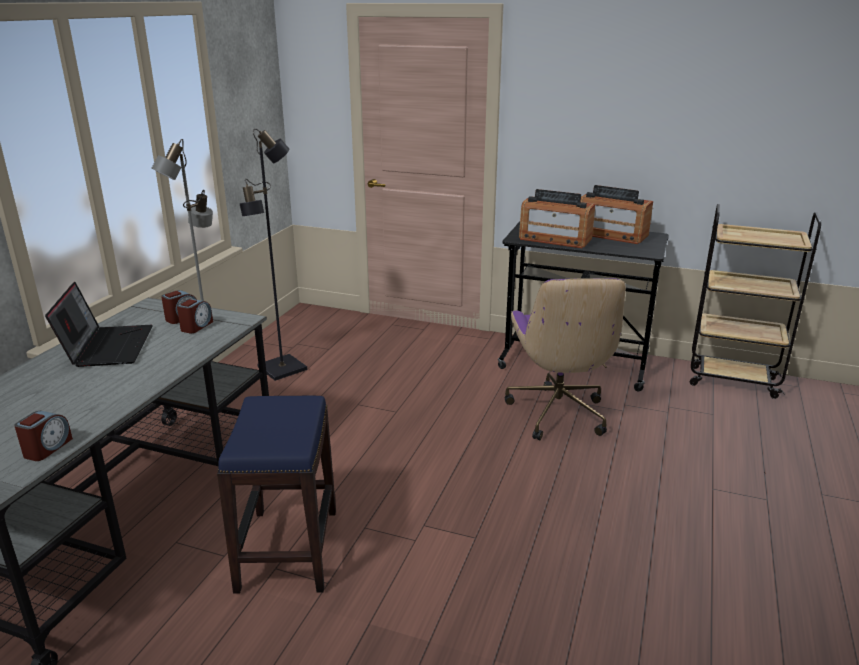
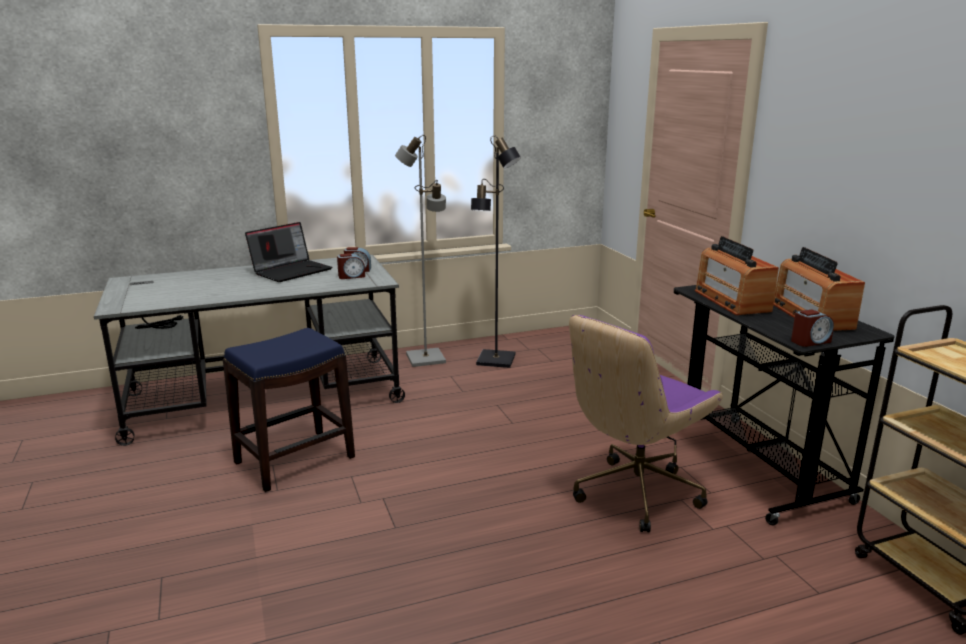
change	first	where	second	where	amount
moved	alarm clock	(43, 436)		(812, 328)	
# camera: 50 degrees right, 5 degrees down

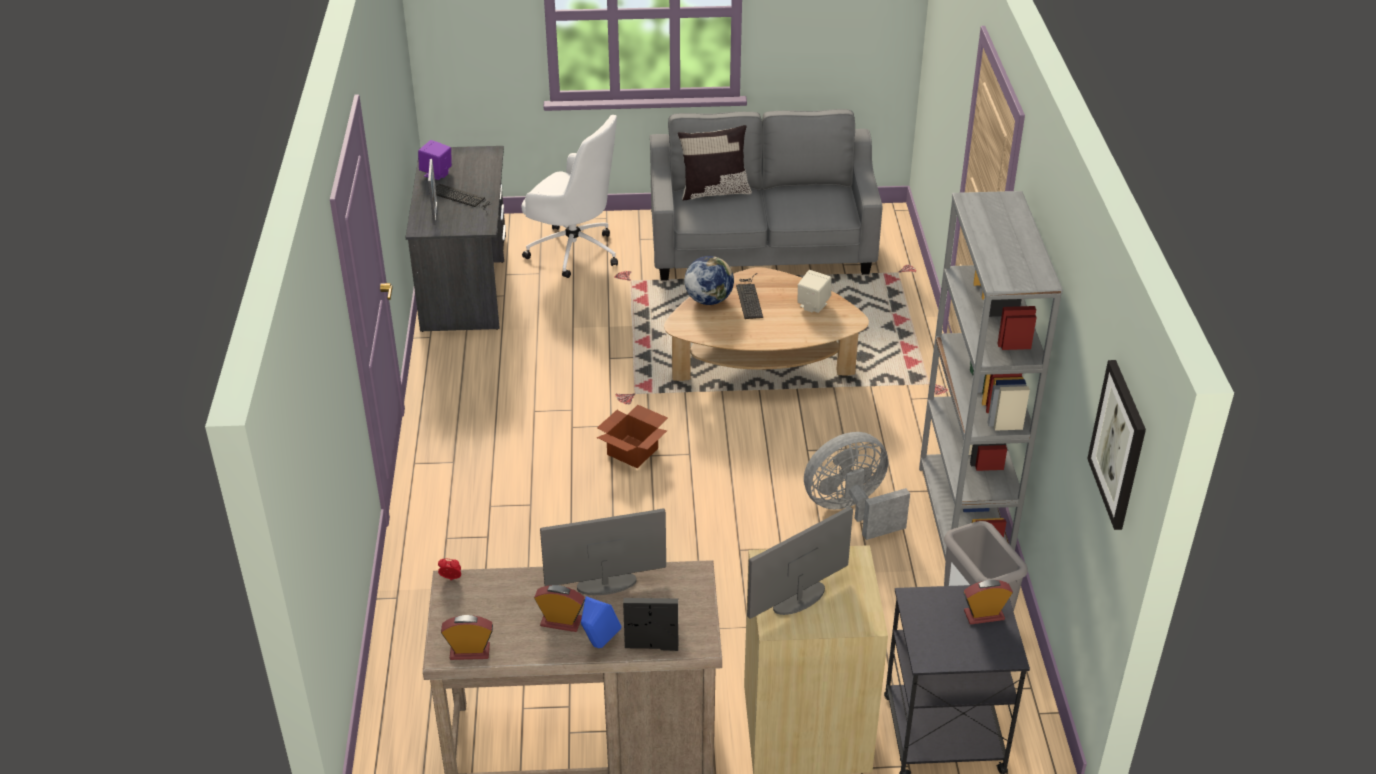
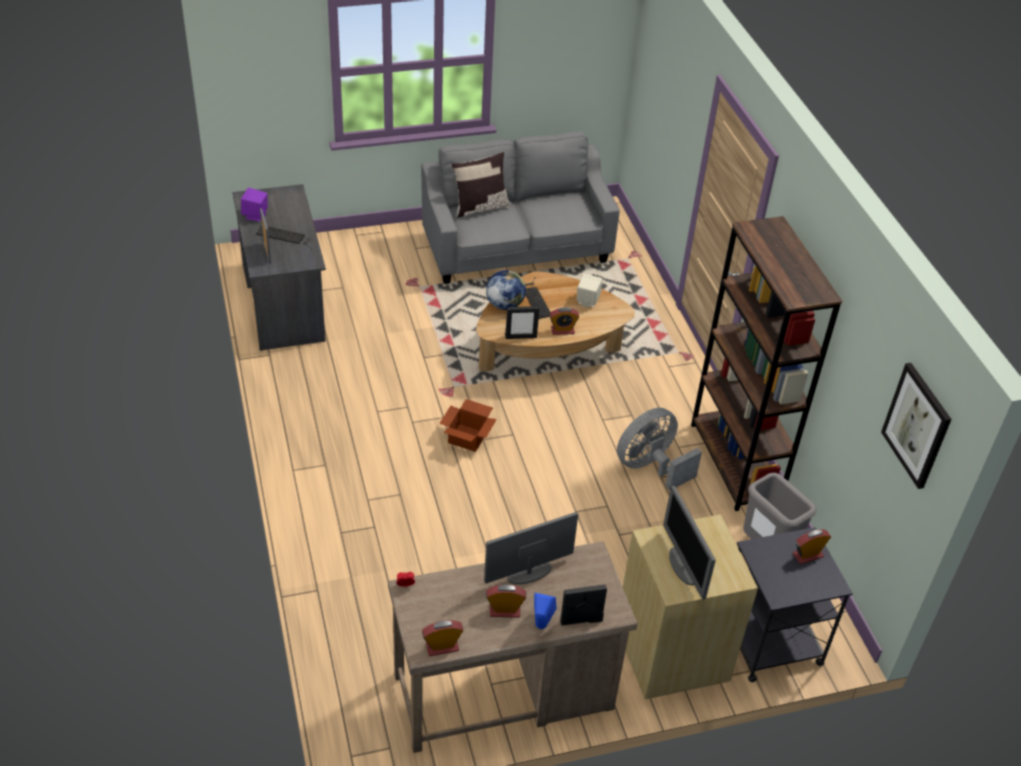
change	first	where	second	where	amount
removed	office chair/white	(570, 196)			
added			picture frame	(522, 322)	
added			alarm clock	(564, 321)	
recoloured	bookcase/grey	(991, 376)	bookcase/brown	(766, 363)	
turned	monitor	(800, 562)		(689, 542)	60 degrees counterclockwise
# camera: 15 degrees left, 5 degrees up

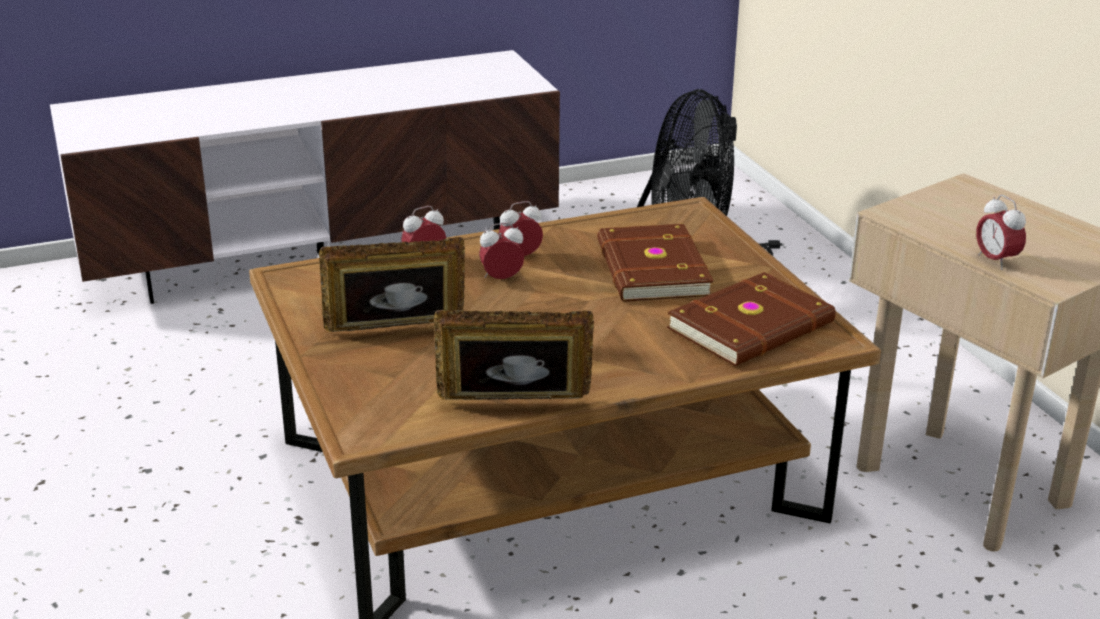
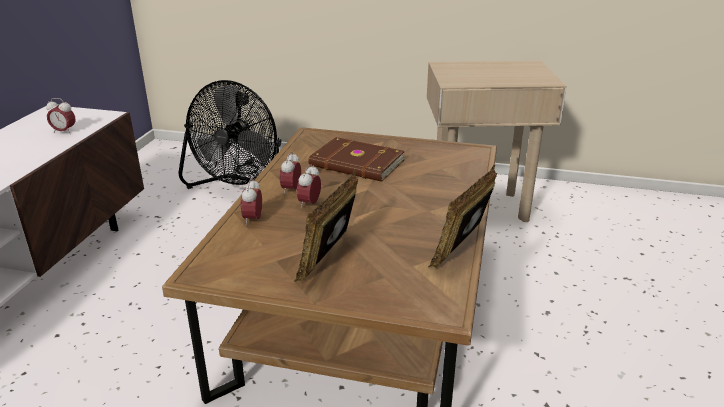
change	first	where	second	where	amount
removed	book/brown	(751, 319)			
moved	alarm clock	(1001, 232)		(60, 116)	
# camera: 55 degrees left, 0 degrees up

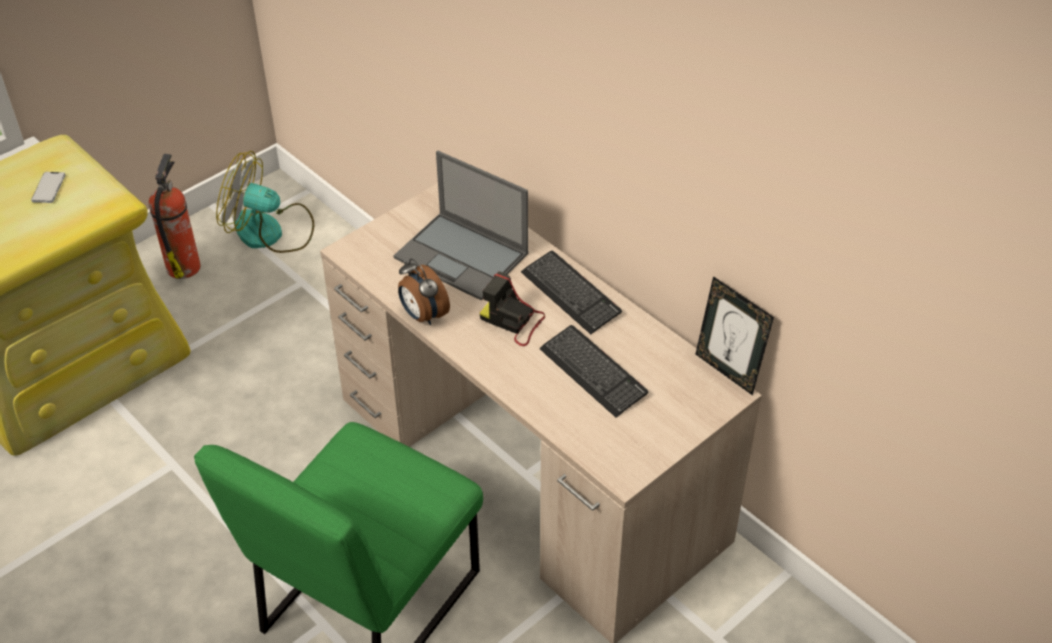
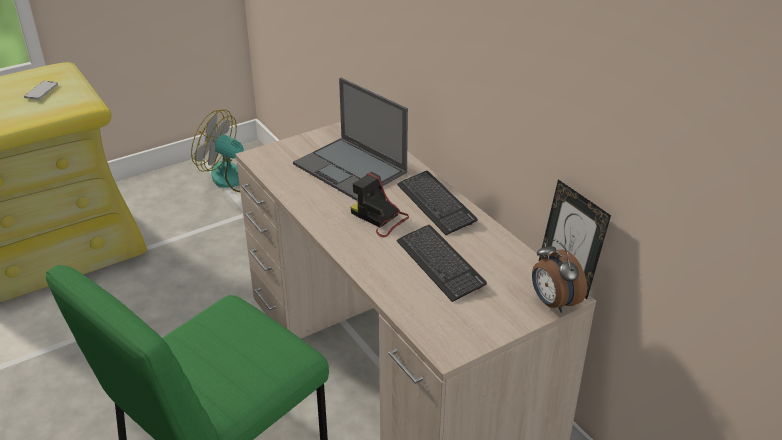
change	first	where	second	where	amount
removed	fire extinguisher	(175, 216)			
moved	alarm clock	(424, 292)		(559, 276)	
# camera: 10 degrees right, 10 degrees down

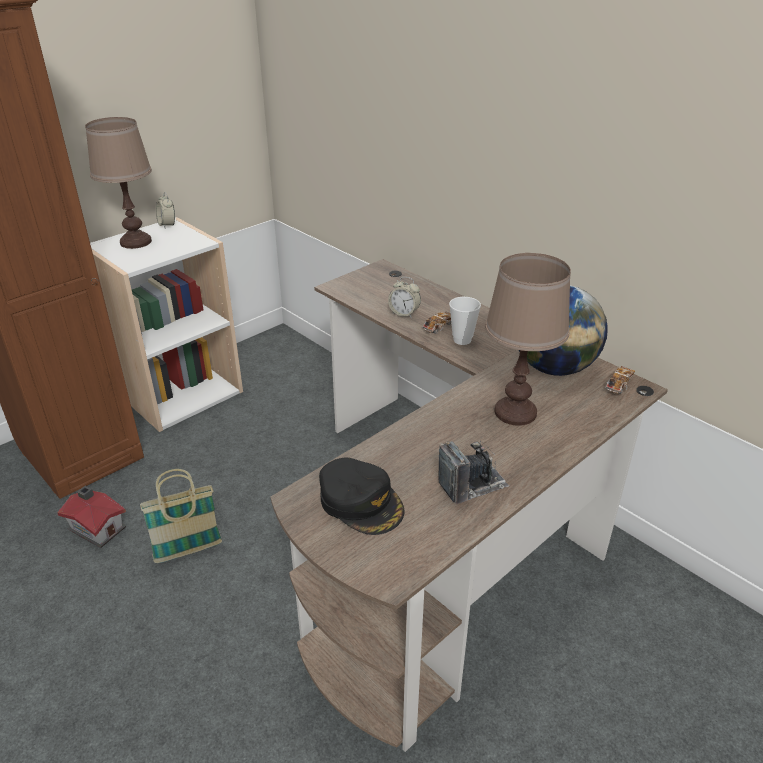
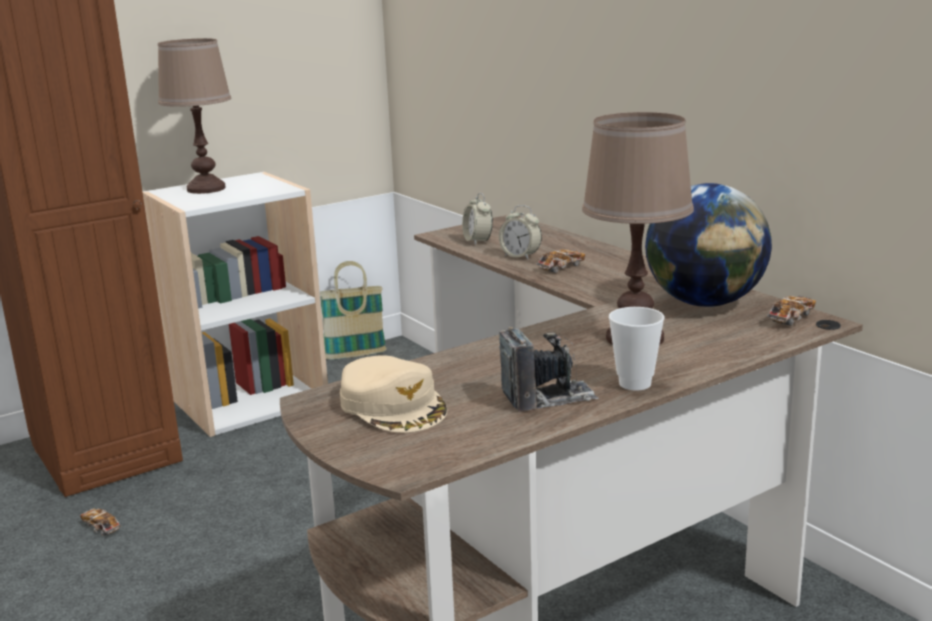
change	first	where	second	where	amount
moved	basket	(181, 516)		(353, 310)	
moved	alarm clock	(165, 210)		(477, 219)	
moved	cup	(465, 321)		(636, 349)	
replaced	toy house	(91, 517)	toy car	(101, 522)	
recoloured	cap/black	(362, 496)	cap/beige	(393, 394)	
# camera: 10 degrees right, 15 degrees down

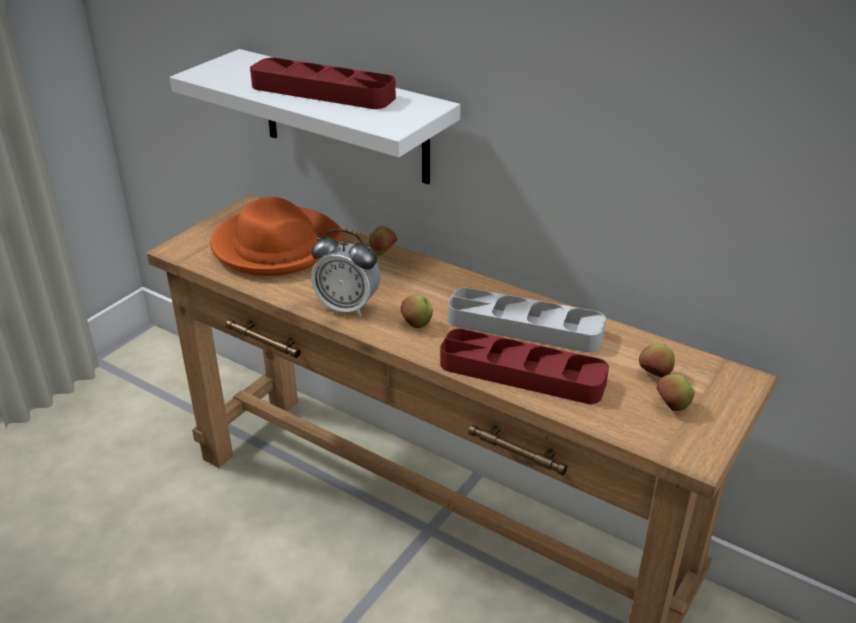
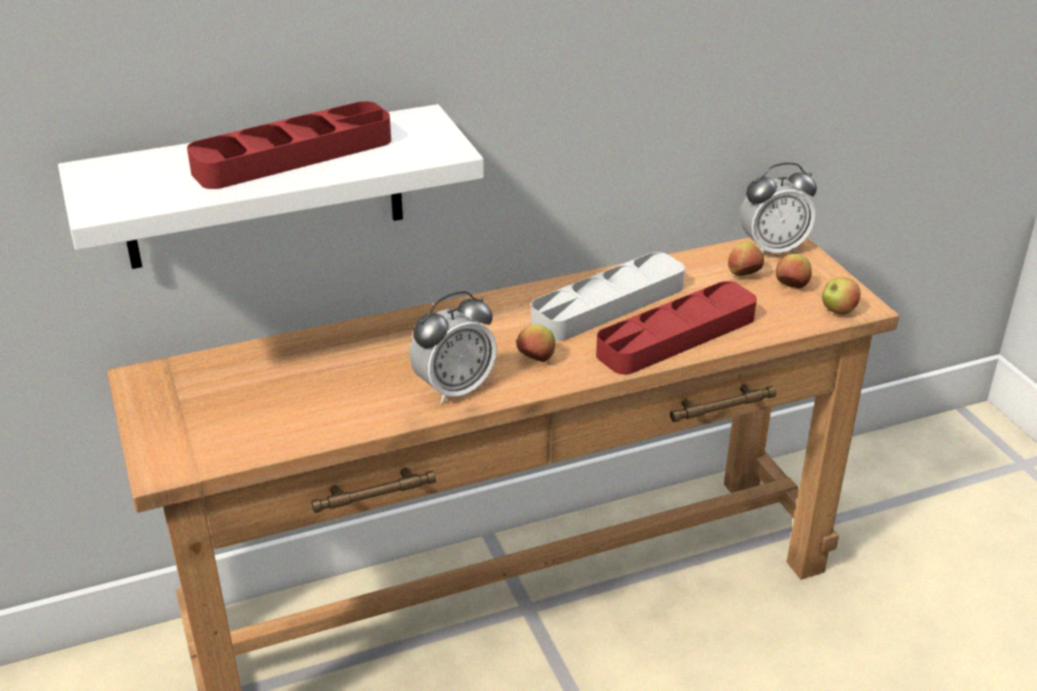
change	first	where	second	where	amount
removed	hat/orange	(277, 236)			
added			alarm clock	(778, 208)	
moved	apple	(383, 241)		(841, 296)	
# camera: 55 degrees left, 0 degrees up

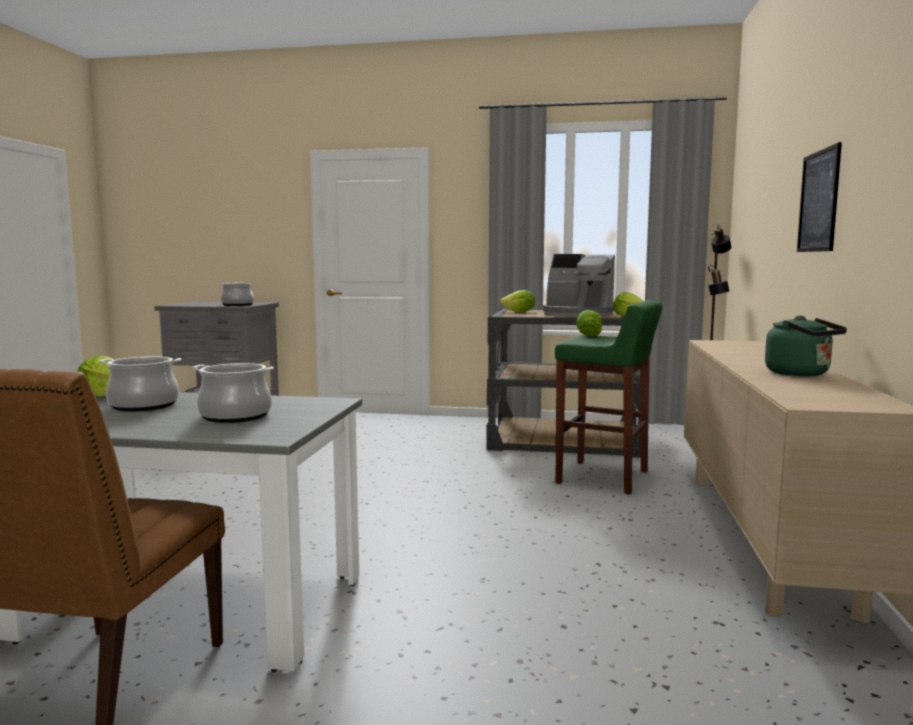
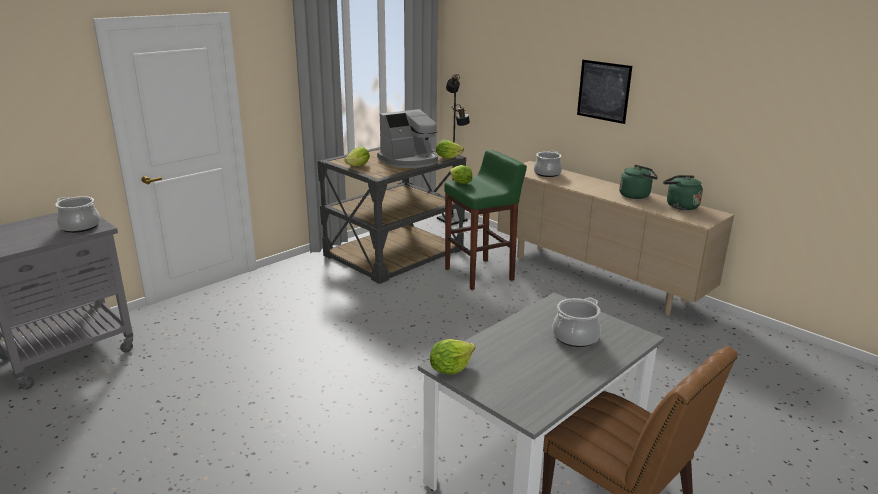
change	first	where	second	where	amount
added			kettle/green	(683, 192)	
moved	cooking pot	(140, 383)		(548, 164)	
# camera: 55 degrees left, 15 degrees up

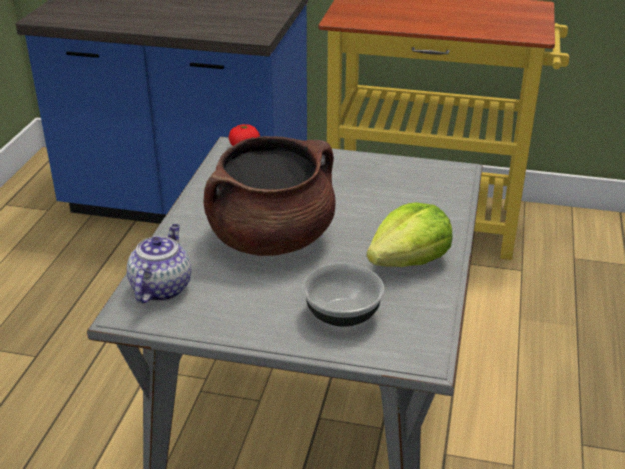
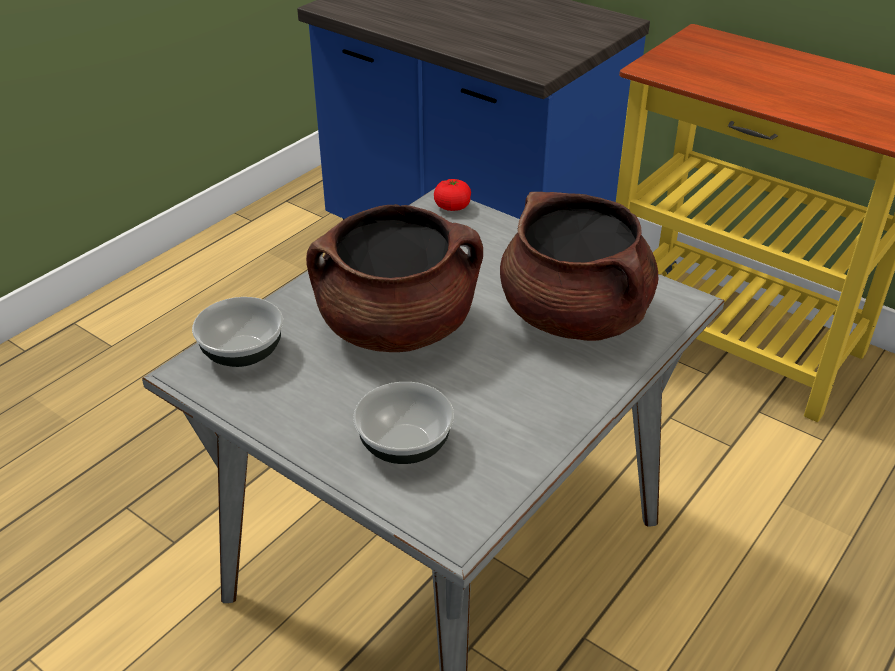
change	first	where	second	where	amount
removed	lettuce	(410, 234)			
added			cooking pot/brown	(579, 266)	
replaced	teapot	(159, 263)	bowl	(237, 332)	
# camera: 25 degrees right, 5 degrees up

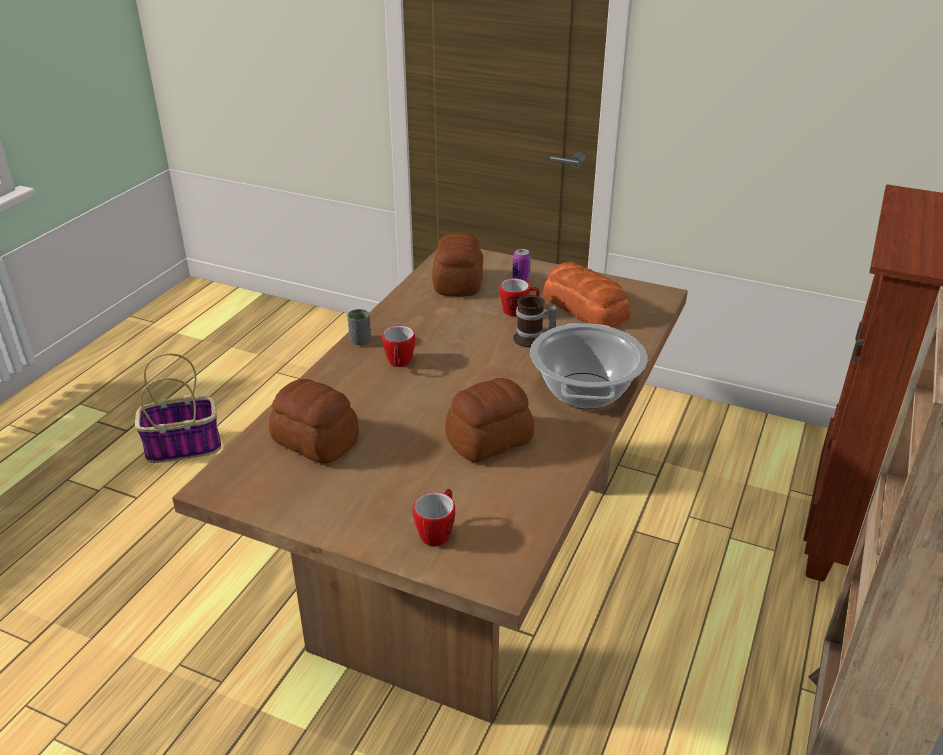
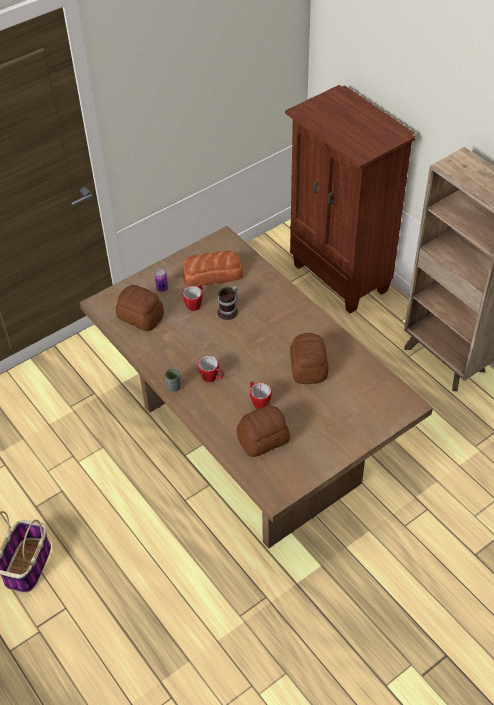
change	first	where	second	where	amount
removed	cooking pot	(589, 366)			
moved	mug	(434, 517)		(261, 395)	
# camera: 60 degrees left, 15 degrees up

